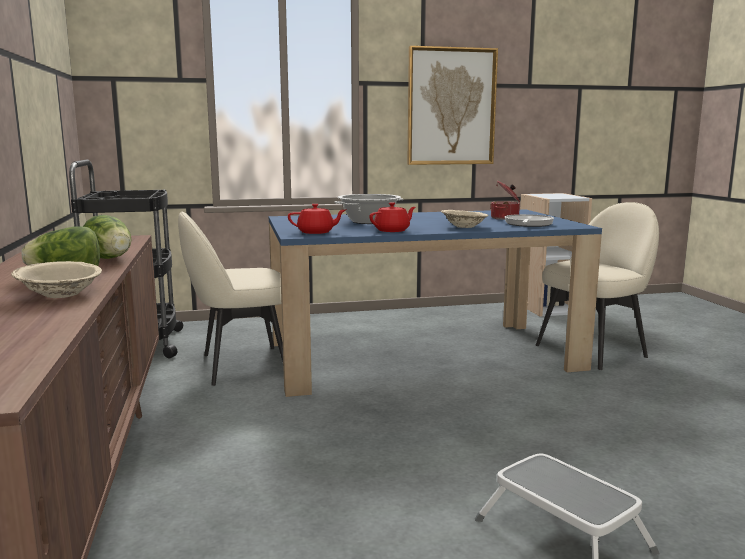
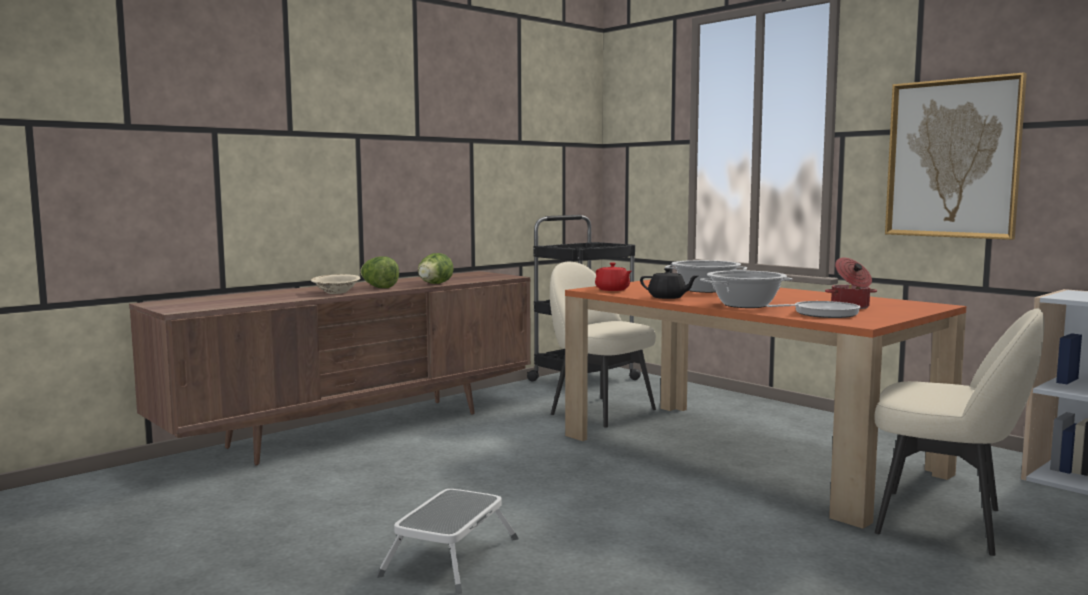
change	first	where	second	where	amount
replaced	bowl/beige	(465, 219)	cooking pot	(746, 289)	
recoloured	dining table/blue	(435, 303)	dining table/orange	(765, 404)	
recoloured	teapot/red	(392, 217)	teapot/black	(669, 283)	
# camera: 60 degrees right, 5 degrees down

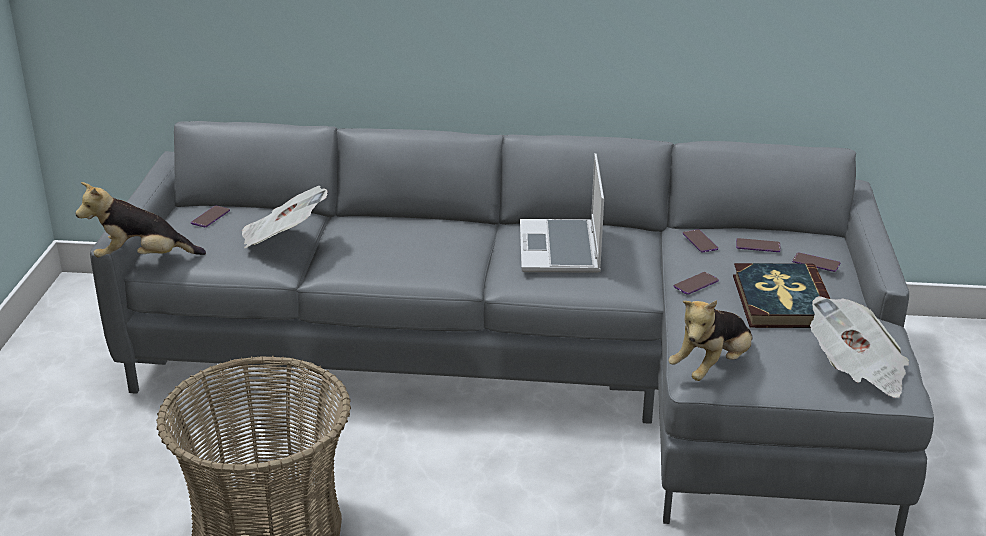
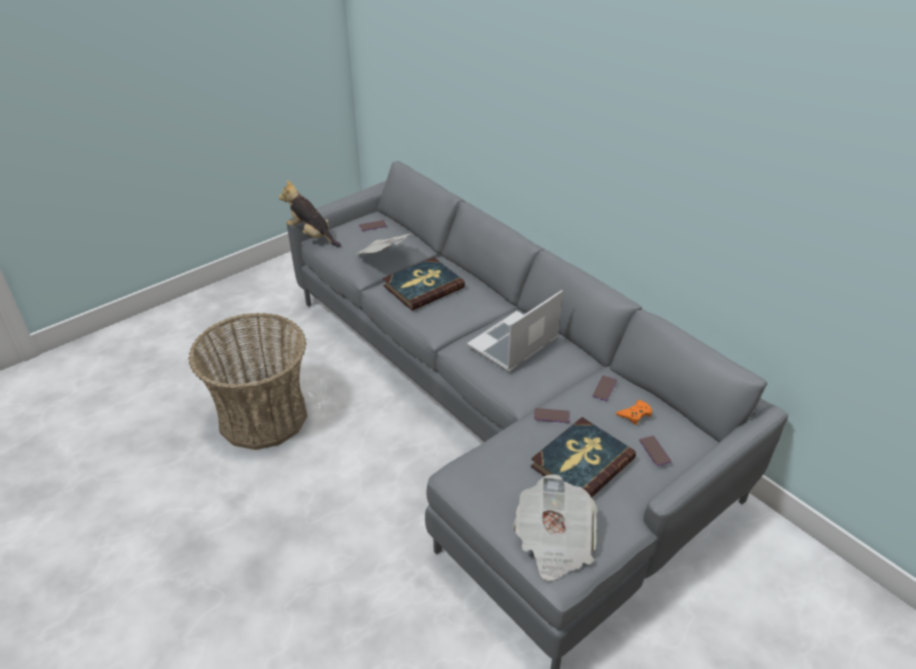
change	first	where	second	where	amount
removed	plush toy	(710, 340)			
added			book	(424, 284)	
replaced	phone	(758, 245)	game controller/orange	(634, 412)	
# camera: 45 degrees right, 10 degrees up

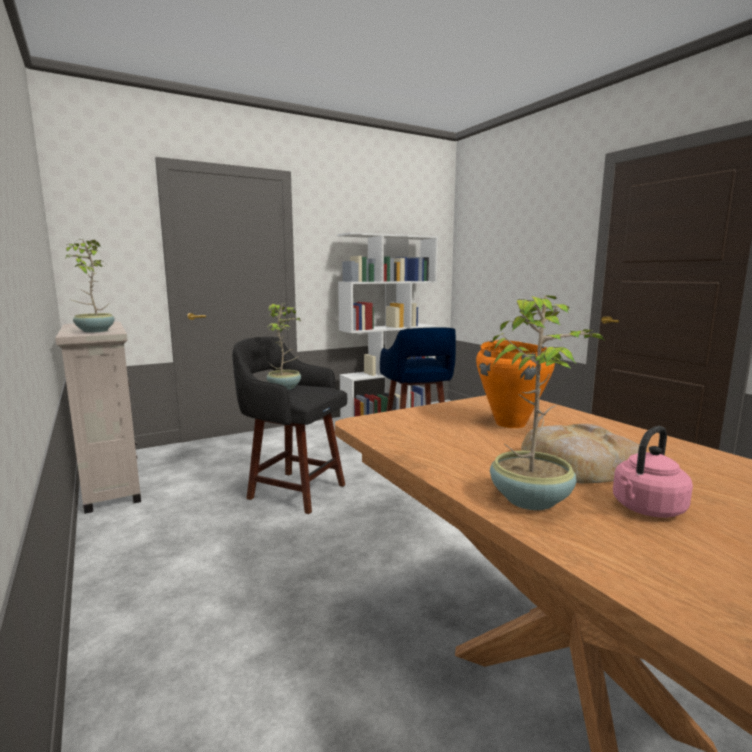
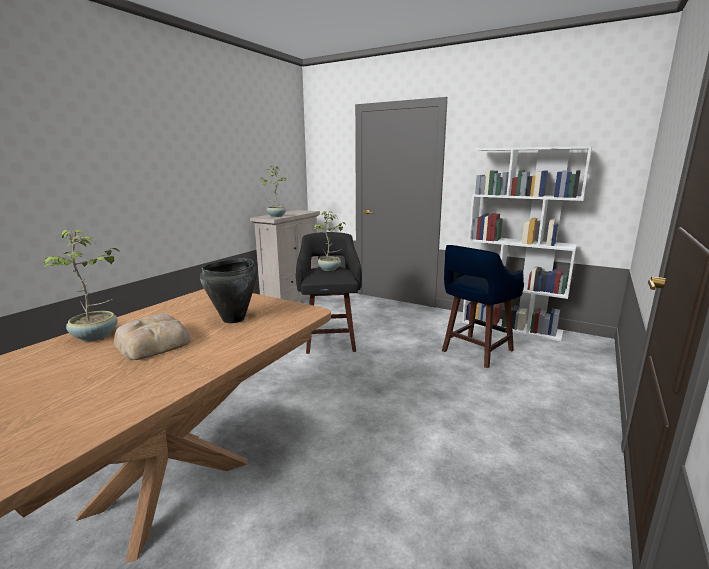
change	first	where	second	where	amount
removed	kettle/pink	(653, 472)			
recoloured	cooking pot/orange	(515, 384)	cooking pot/black	(228, 290)	
# camera: 60 degrees right, 5 degrees up

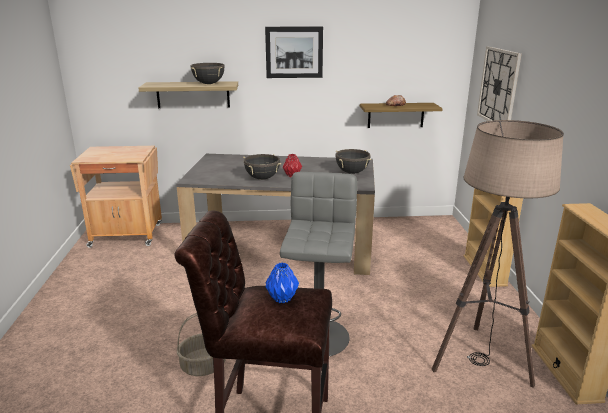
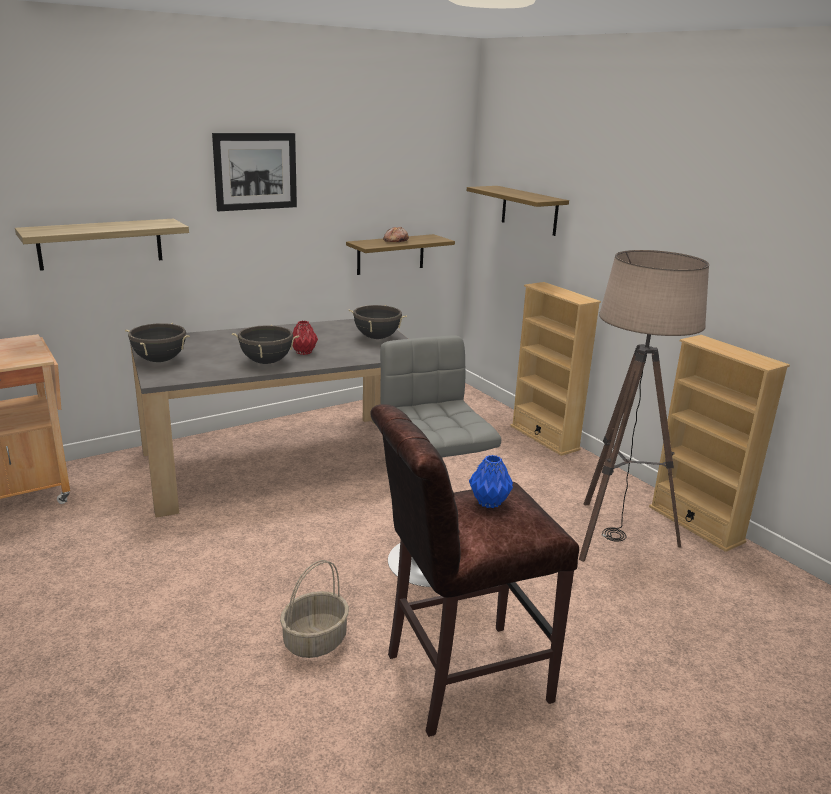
change	first	where	second	where	amount
moved	cooking pot/black	(208, 73)		(157, 342)	
replaced	wall clock	(499, 83)	shelf	(518, 211)	
# camera: 30 degrees left, 0 degrees up

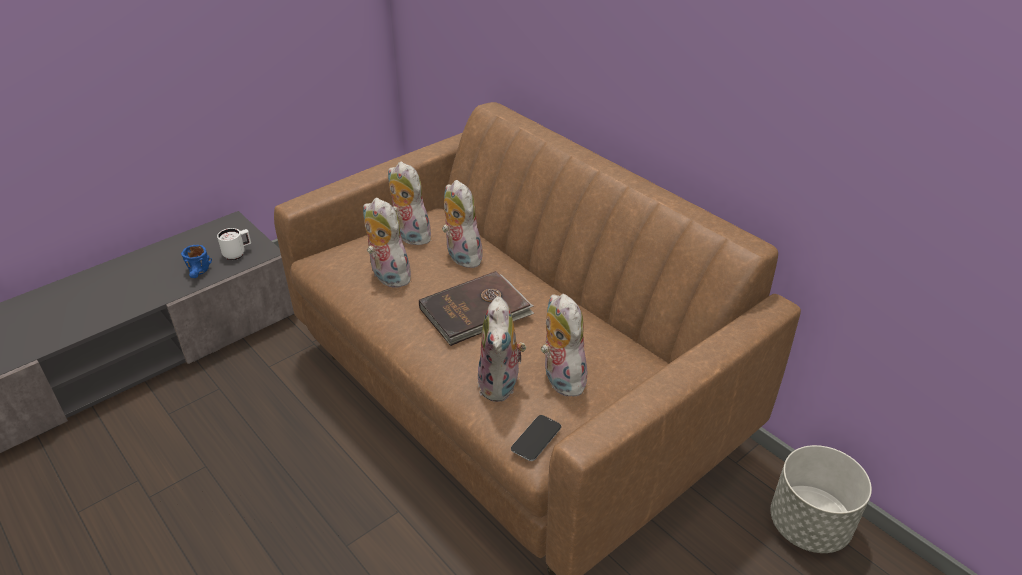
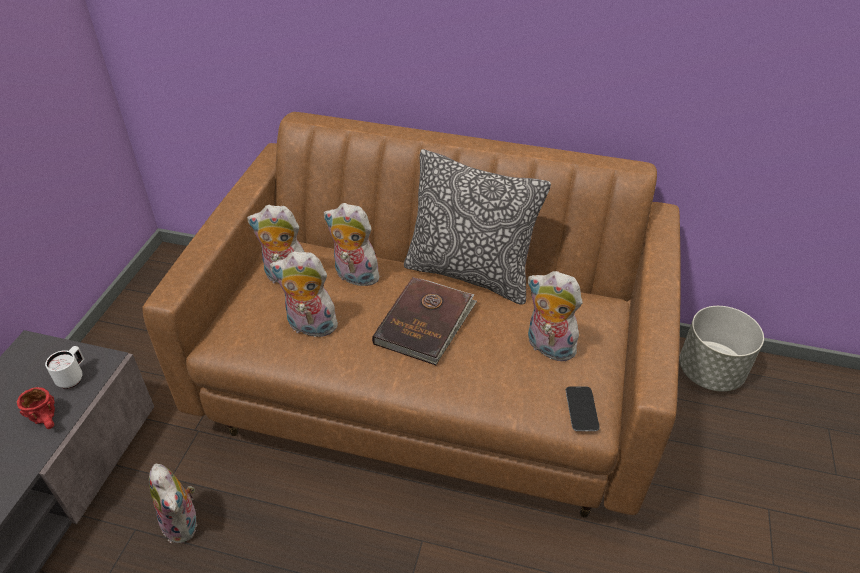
change	first	where	second	where	amount
added			pillow	(477, 227)	
moved	plush toy	(502, 349)		(173, 503)	
recoloured	mug/blue	(196, 261)	mug/red	(36, 408)	
# camera: 35 degrees left, 5 degrees up

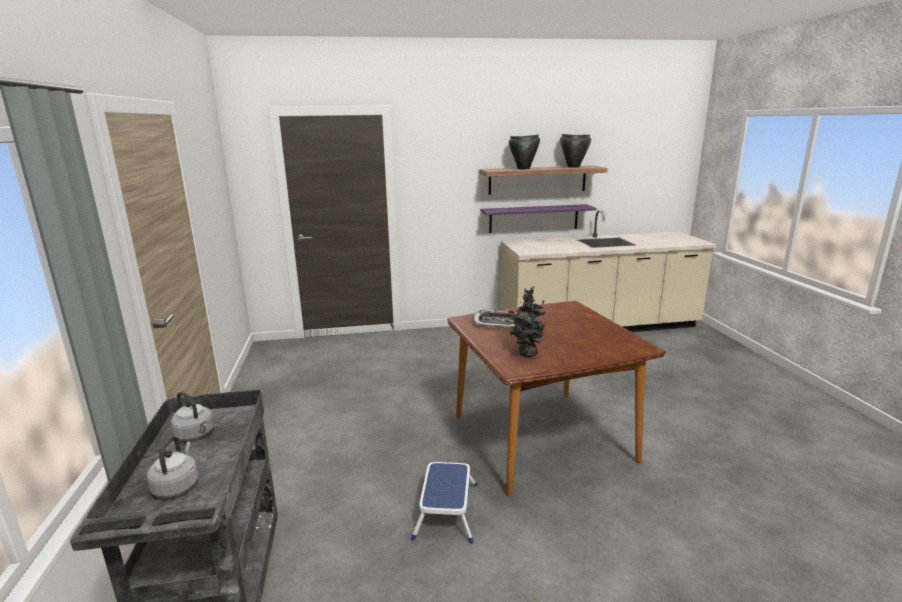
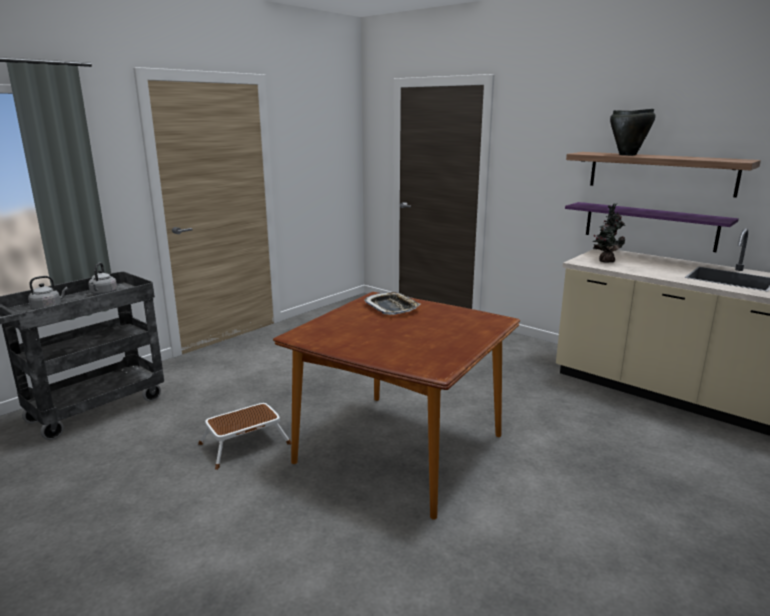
change	first	where	second	where	amount
removed	cooking pot/black	(575, 151)			
moved	potted plant	(527, 321)		(608, 233)	
recoloured	step ladder/blue	(444, 503)	step ladder/brown	(244, 436)	
# camera: 50 degrees right, 0 degrees up

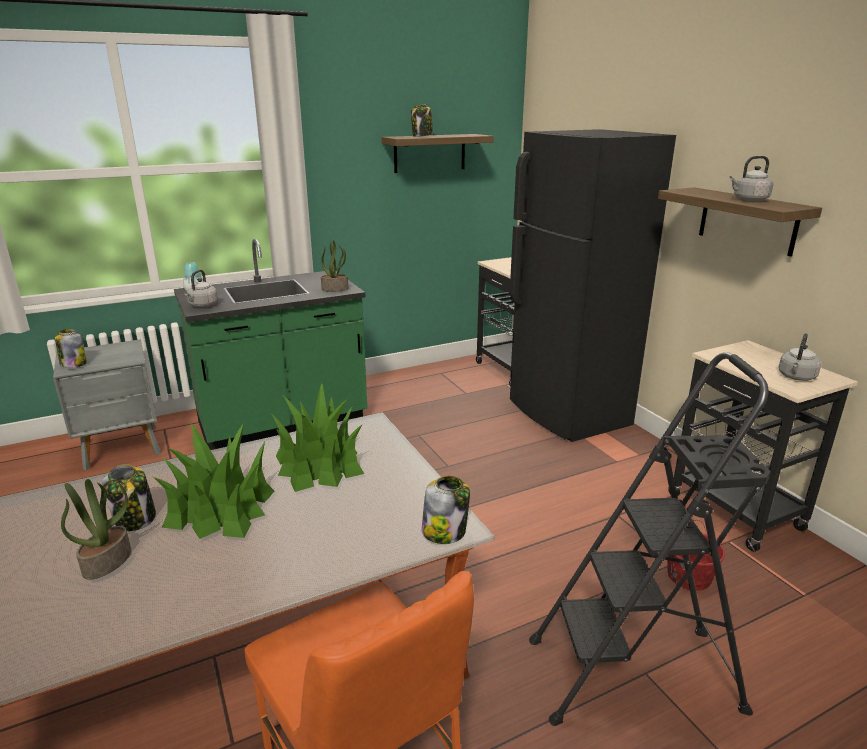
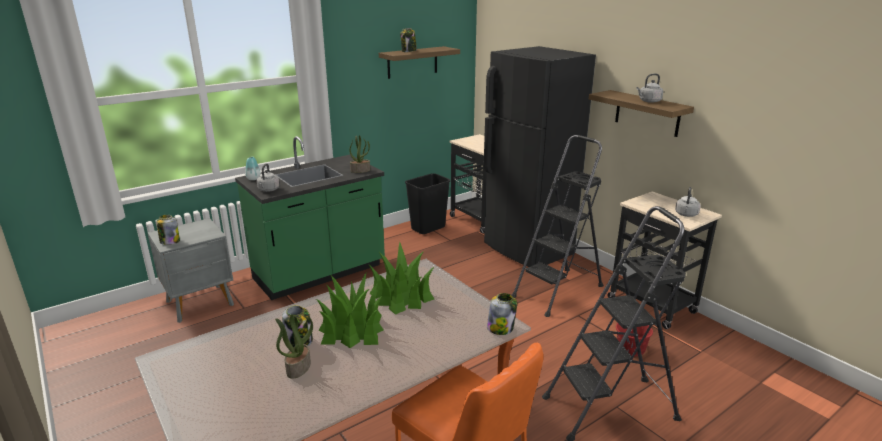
change	first	where	second	where	amount
added			trash can/black	(427, 203)	
added			step ladder	(558, 226)	
# camera: 10 degrees left, 0 degrees up

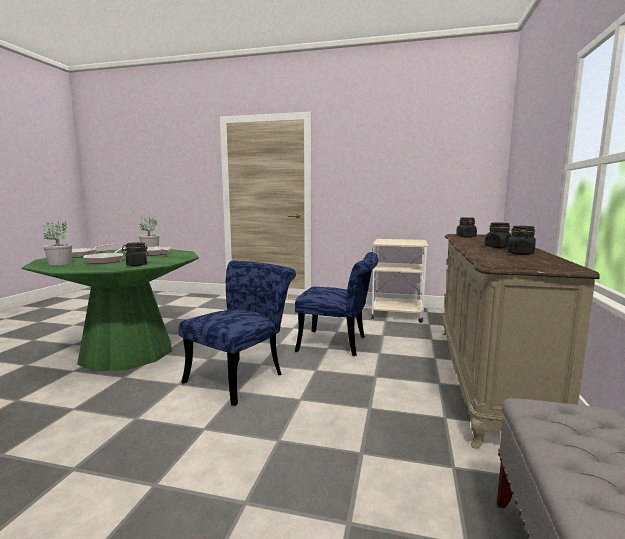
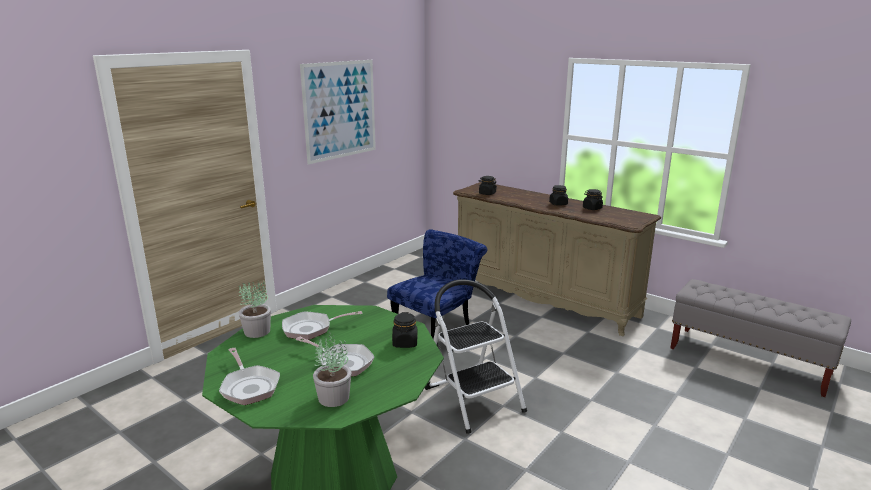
change	first	where	second	where	amount
removed	cart/beige	(399, 281)			
added			picture	(338, 112)	
replaced	chair/blue	(237, 333)	step ladder	(476, 356)	
# camera: 65 degrees left, 10 degrees up

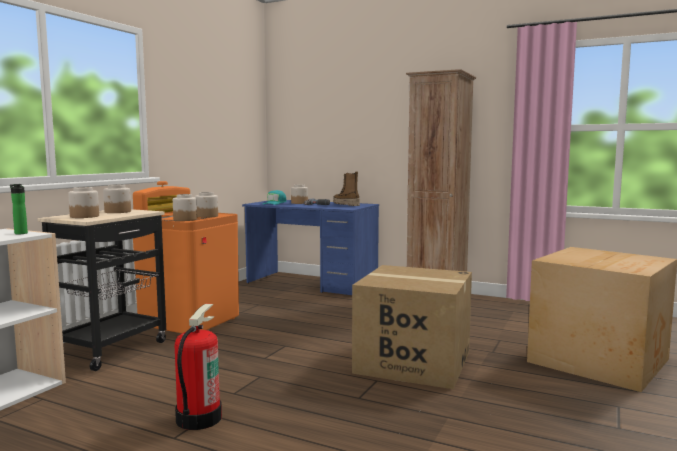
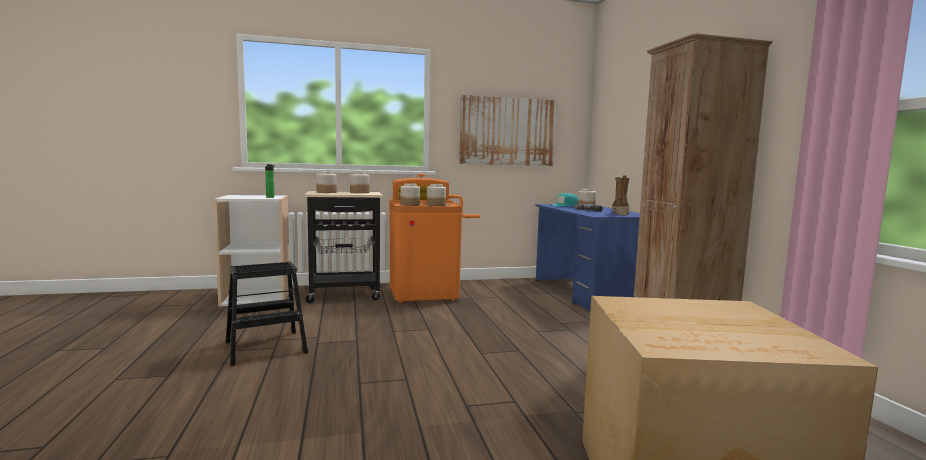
change	first	where	second	where	amount
removed	cardboard box	(412, 327)			
added			picture	(508, 130)	
replaced	fire extinguisher	(198, 367)	step ladder/black	(266, 313)	
# camera: 50 degrees right, 0 degrees up

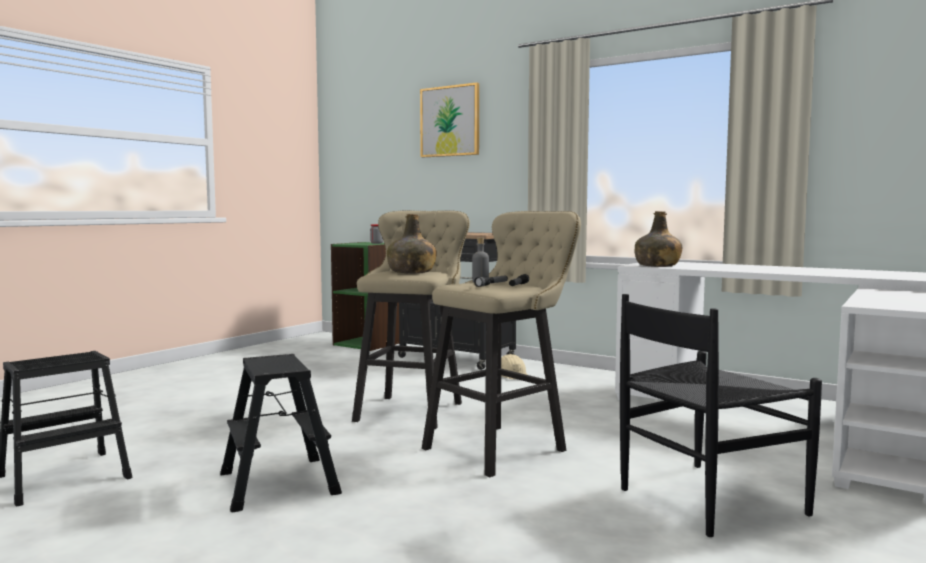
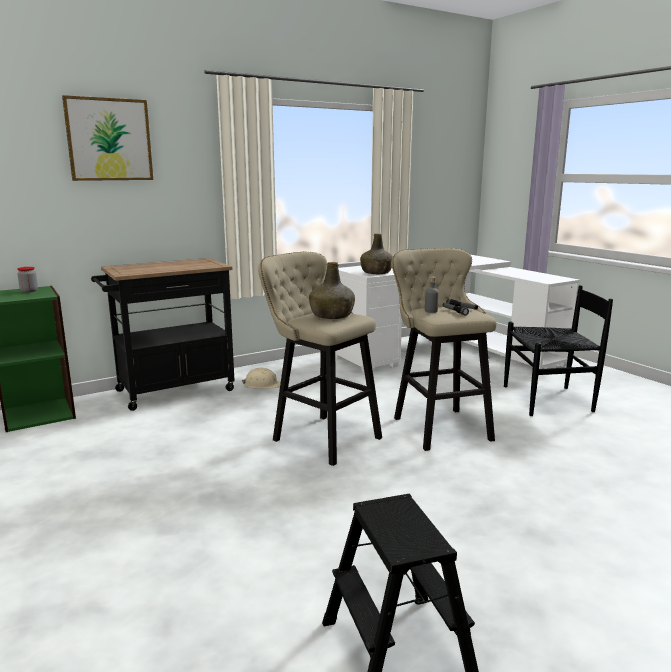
change	first	where	second	where	amount
removed	step ladder/black	(281, 433)			
turned	chair/black	(721, 415)		(558, 350)	90 degrees counterclockwise
# camera: 65 degrees left, 10 degrees up

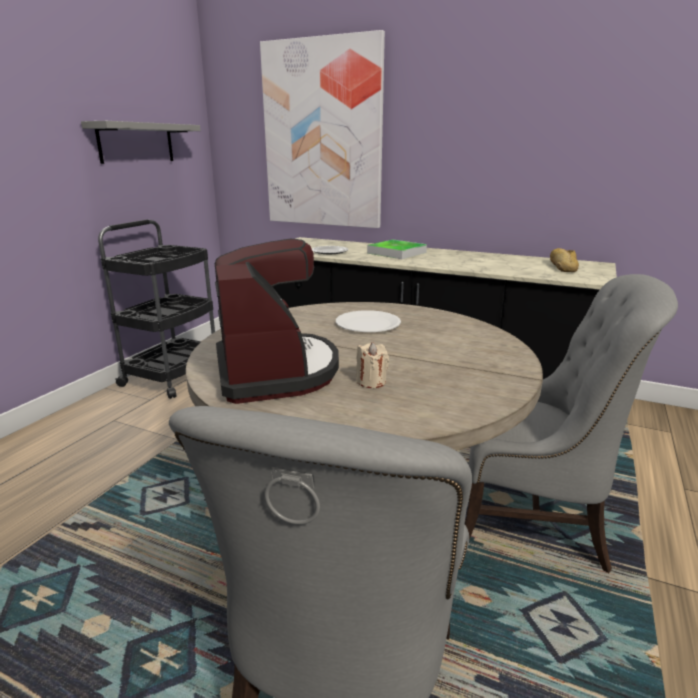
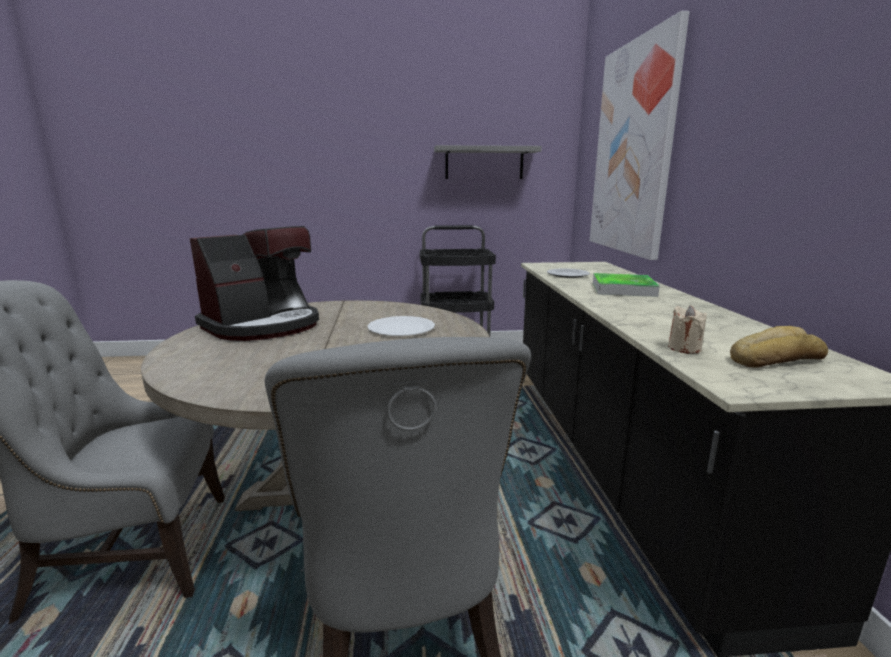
change	first	where	second	where	amount
moved	candle/beige	(372, 365)		(687, 329)	
# camera: 60 degrees right, 5 degrees down

